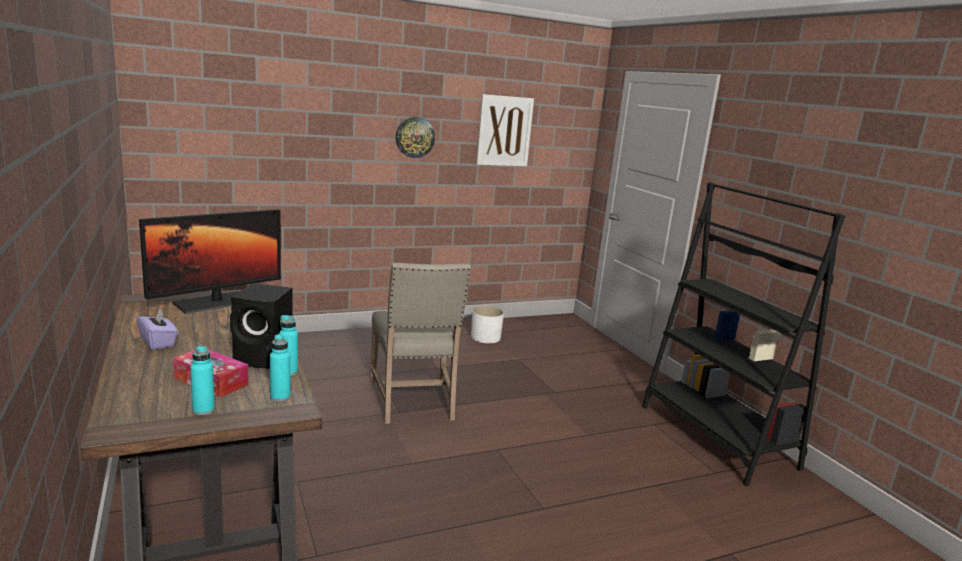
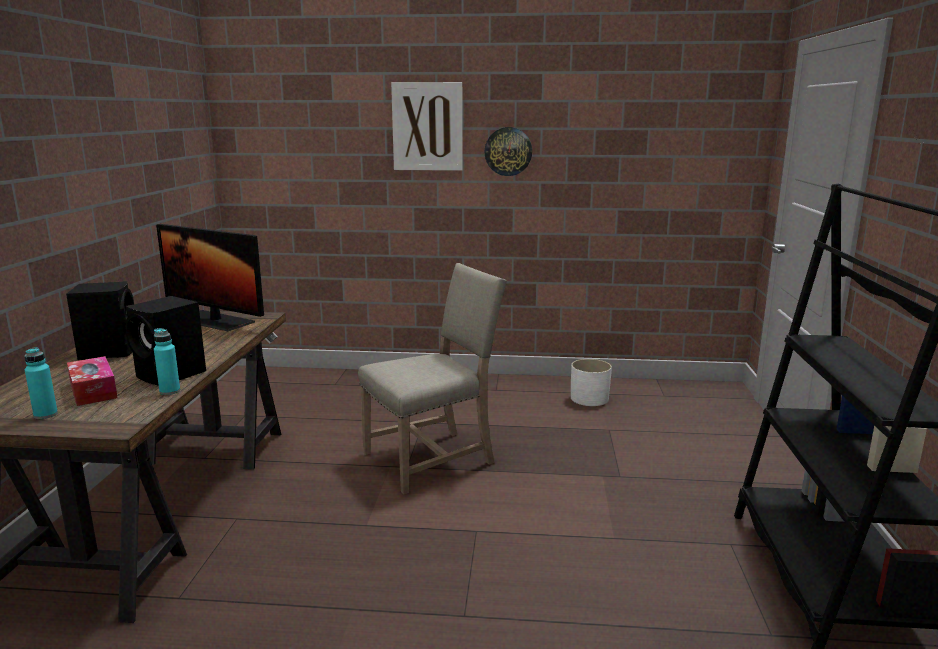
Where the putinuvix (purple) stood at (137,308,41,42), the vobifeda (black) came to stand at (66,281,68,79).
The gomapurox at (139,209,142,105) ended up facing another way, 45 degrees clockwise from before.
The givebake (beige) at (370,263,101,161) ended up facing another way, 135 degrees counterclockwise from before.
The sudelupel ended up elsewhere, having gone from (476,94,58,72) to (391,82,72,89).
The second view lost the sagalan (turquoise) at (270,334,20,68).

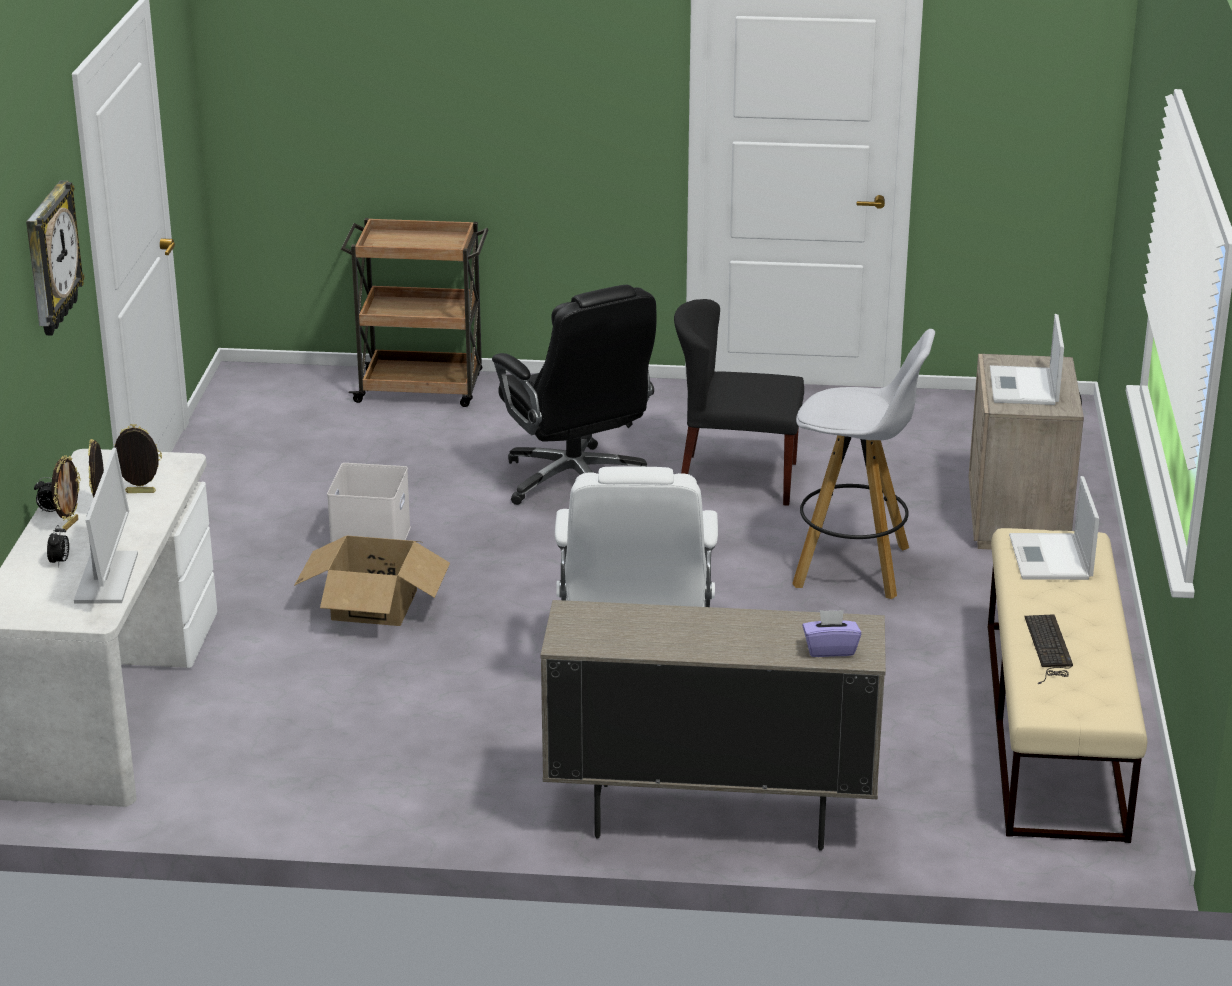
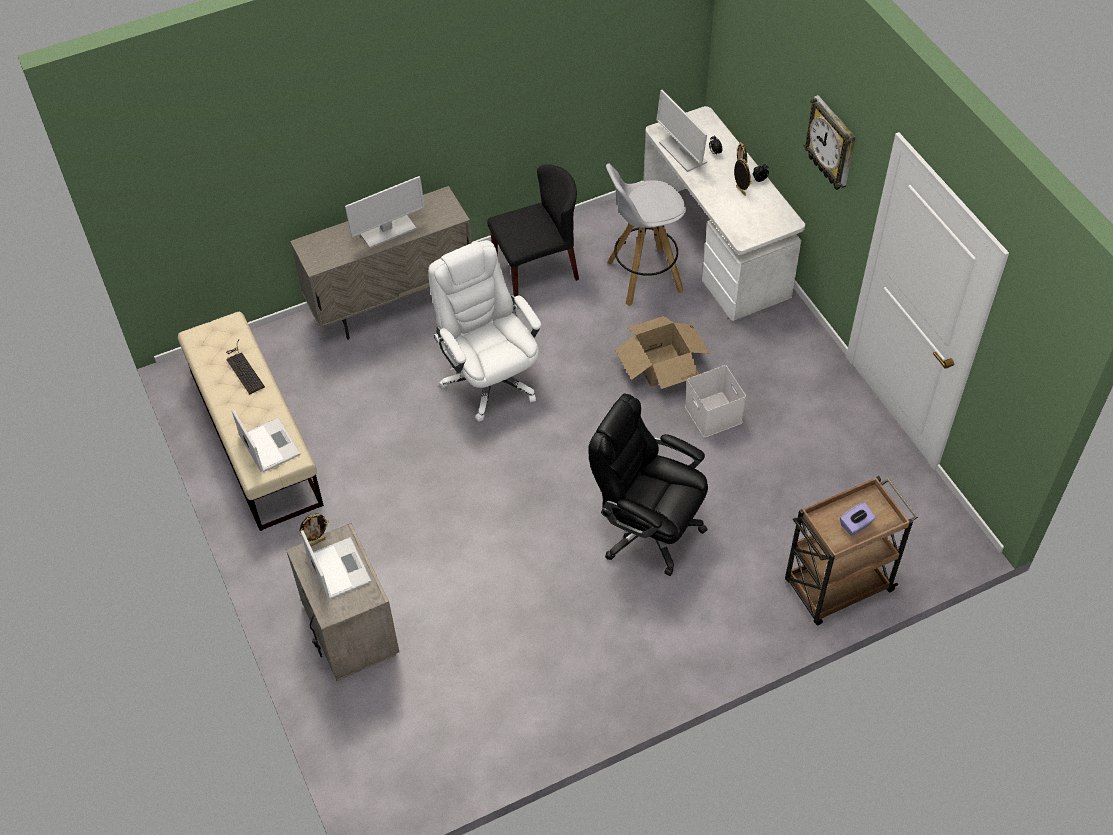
The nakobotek ended up elsewhere, having gone from (114,424,48,69) to (299,514,30,32).
The second view gained the gomapurox at (345,176,80,72).
The givebake (black) ended up elsewhere, having gone from (674,299,130,207) to (487,164,92,133).
The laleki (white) ended up elsewhere, having gone from (792,329,143,270) to (606,163,80,143).
The putinuvix (purple) ended up elsewhere, having gone from (802,610,59,47) to (840,502,36,34).

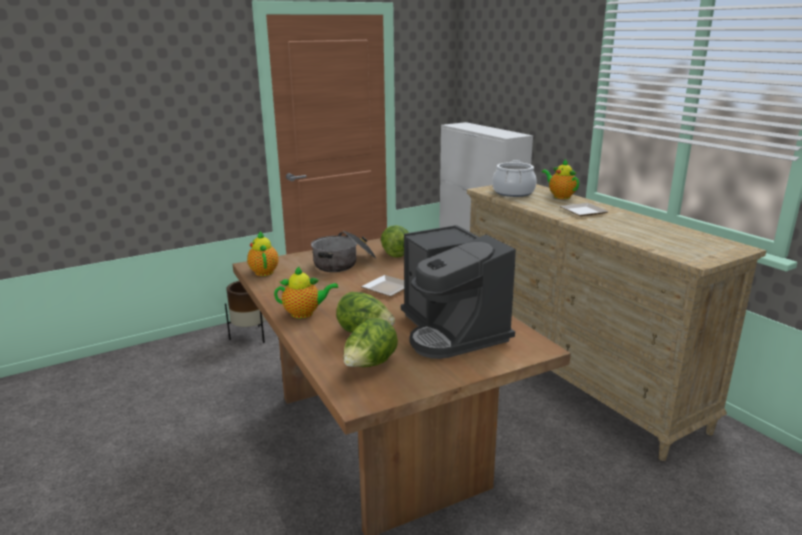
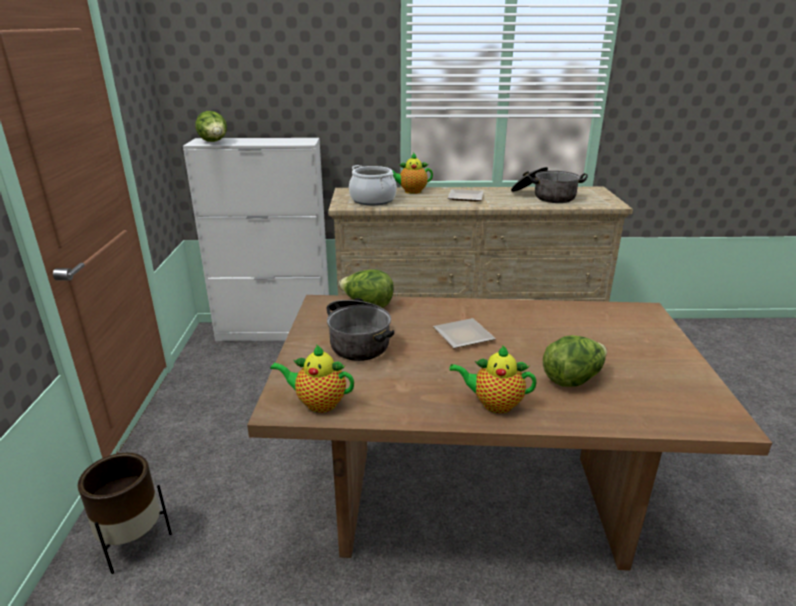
The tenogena ended up elsewhere, having gone from (343,318,55,49) to (195,111,32,31).
The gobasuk at (274,266,64,52) ended up facing another way, 105 degrees counterclockwise from before.
The second view gained the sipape at (511,167,77,36).
The second view lost the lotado at (401,225,115,134).

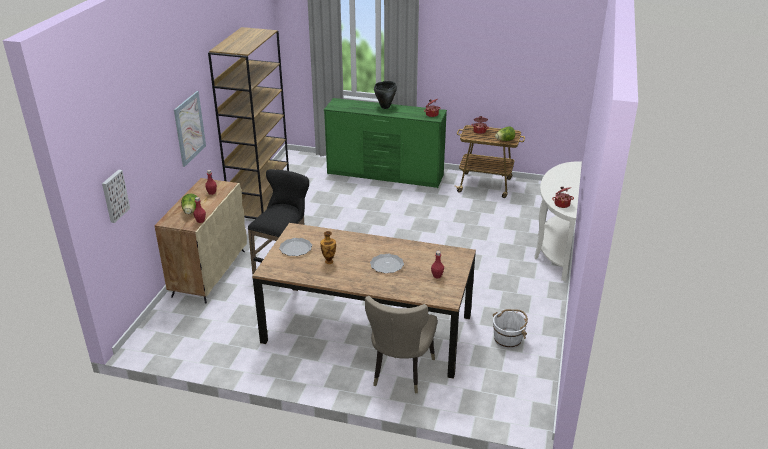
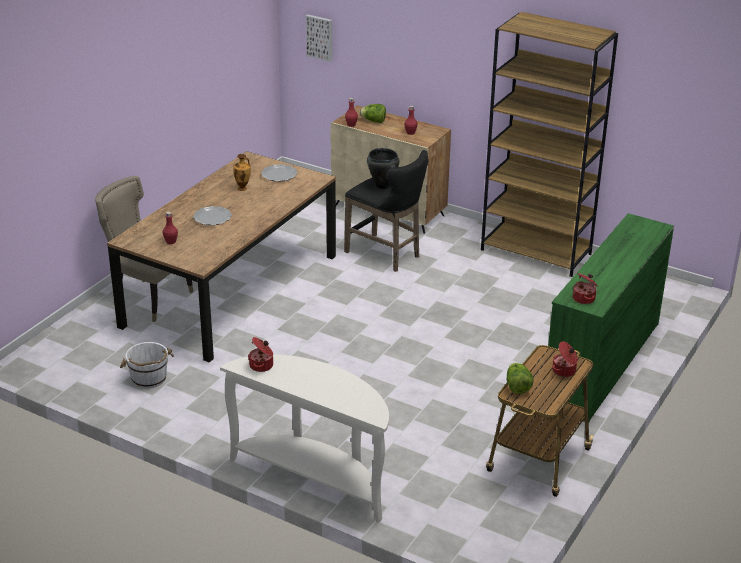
The sipape (black) ended up elsewhere, having gone from (374,81,23,28) to (367,148,33,41).
The second view lost the sudelupel at (174,91,32,76).

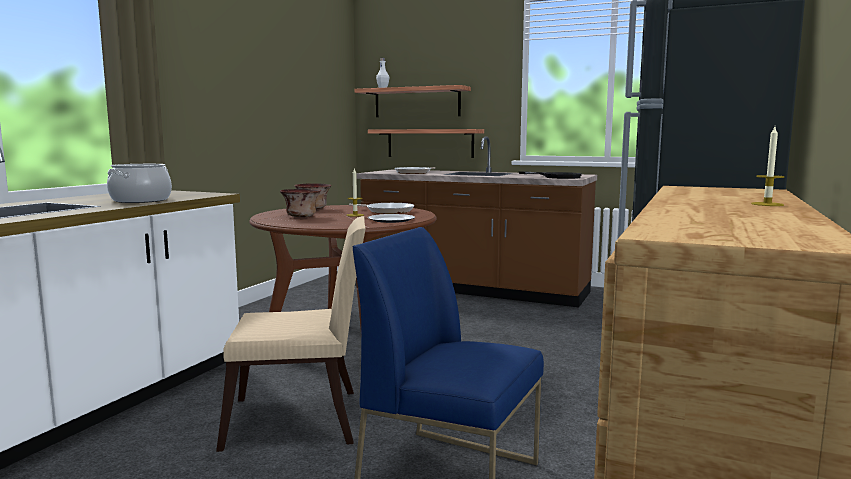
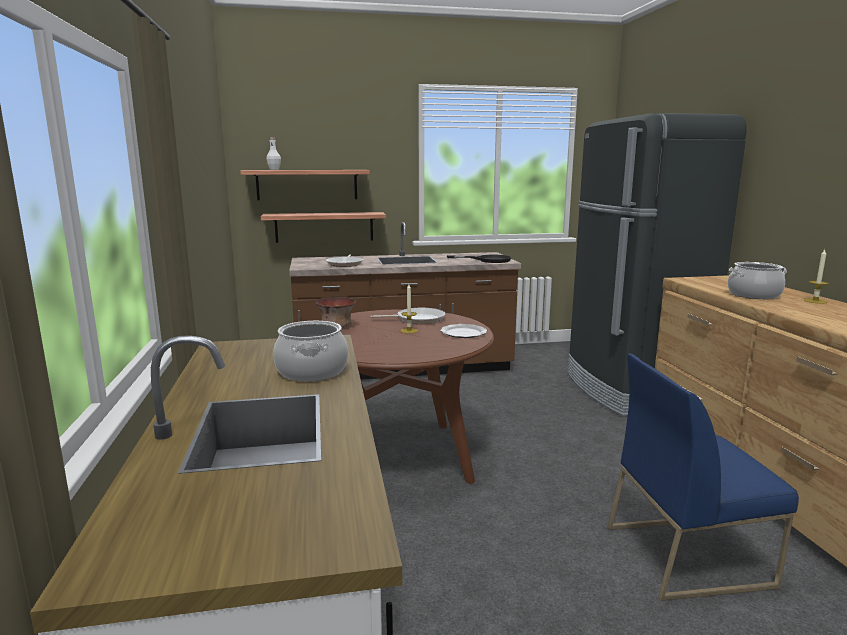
The second view gained the sipape at (728,262,59,37).
The second view lost the givebake (beige) at (216,216,150,236).
The second view lost the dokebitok at (280,189,41,28).

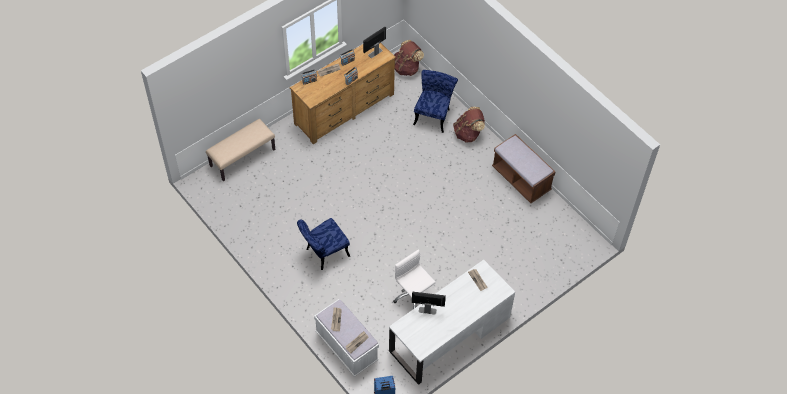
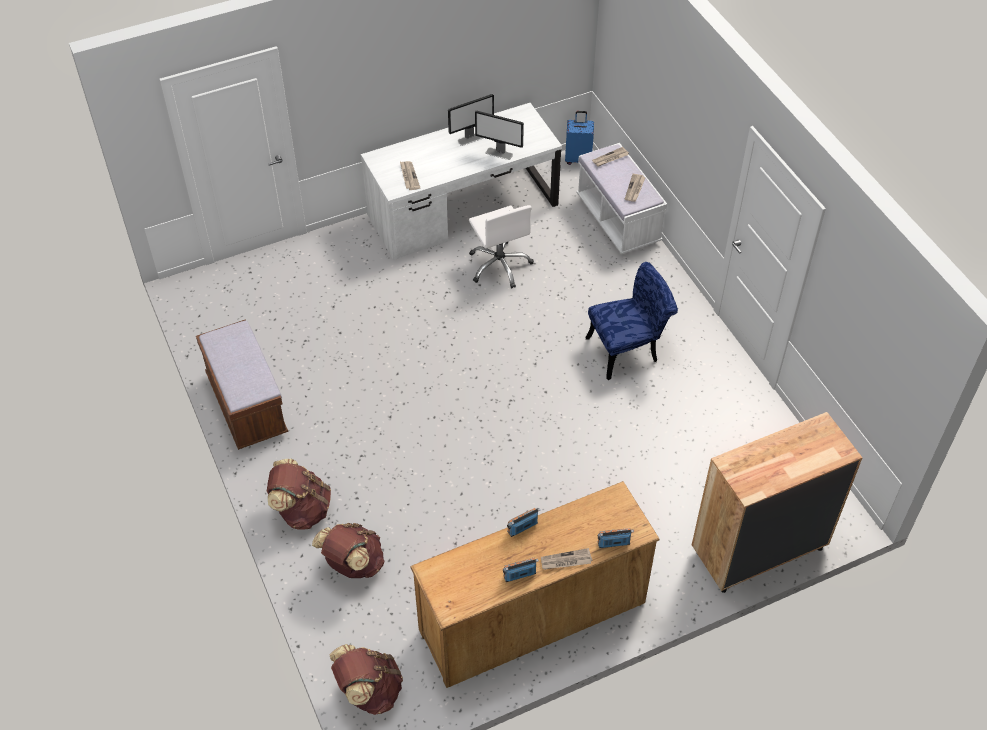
Where the givebake (blue) stood at (413,70,45,63), the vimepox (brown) came to stand at (312,523,73,55).
The gomapurox ended up elsewhere, having gone from (363,26,23,32) to (448,94,46,52).
Where the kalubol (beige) stood at (206,119,69,62), the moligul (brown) came to stand at (692,412,171,181).

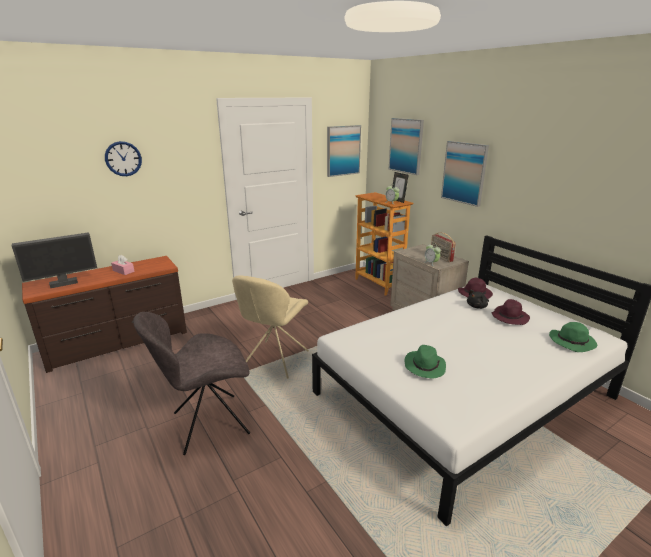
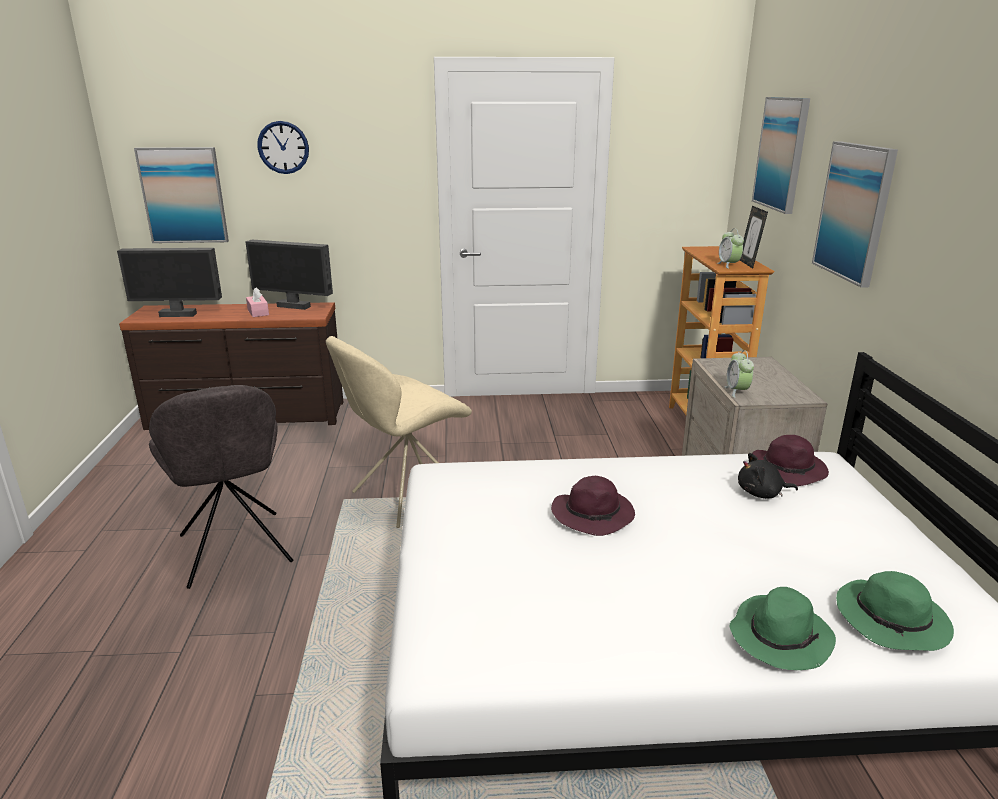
The sudelupel ended up elsewhere, having gone from (327,125,34,52) to (134,147,95,96).
The givebake (grey) at (133,312,117,143) ended up facing another way, 120 degrees counterclockwise from before.
The second view gained the gomapurox at (245,240,88,70).
The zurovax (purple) ended up elsewhere, having gone from (491,299,39,26) to (551,476,84,60).
The zurovax (green) ended up elsewhere, having gone from (405,345,41,33) to (730,587,106,83).
The second view lost the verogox at (431,233,25,29).

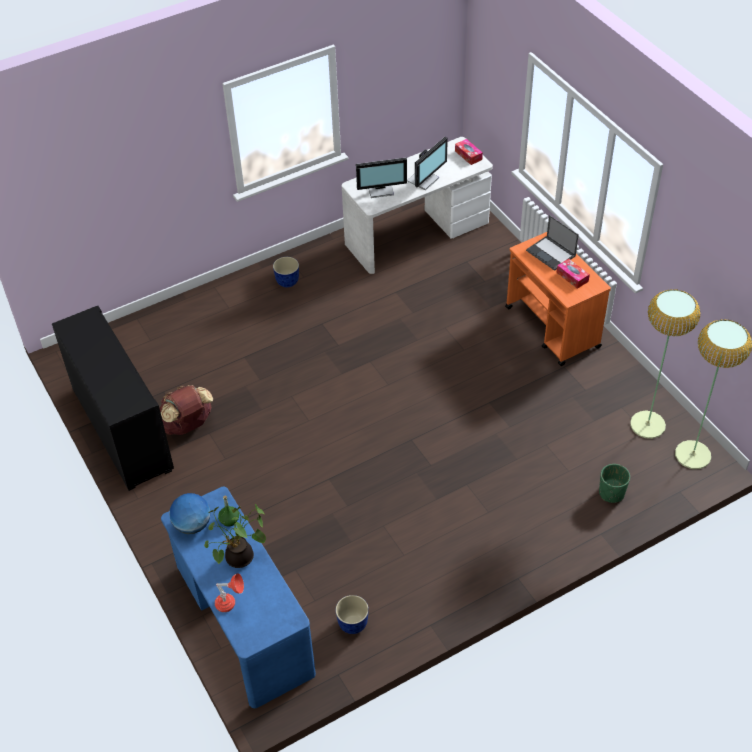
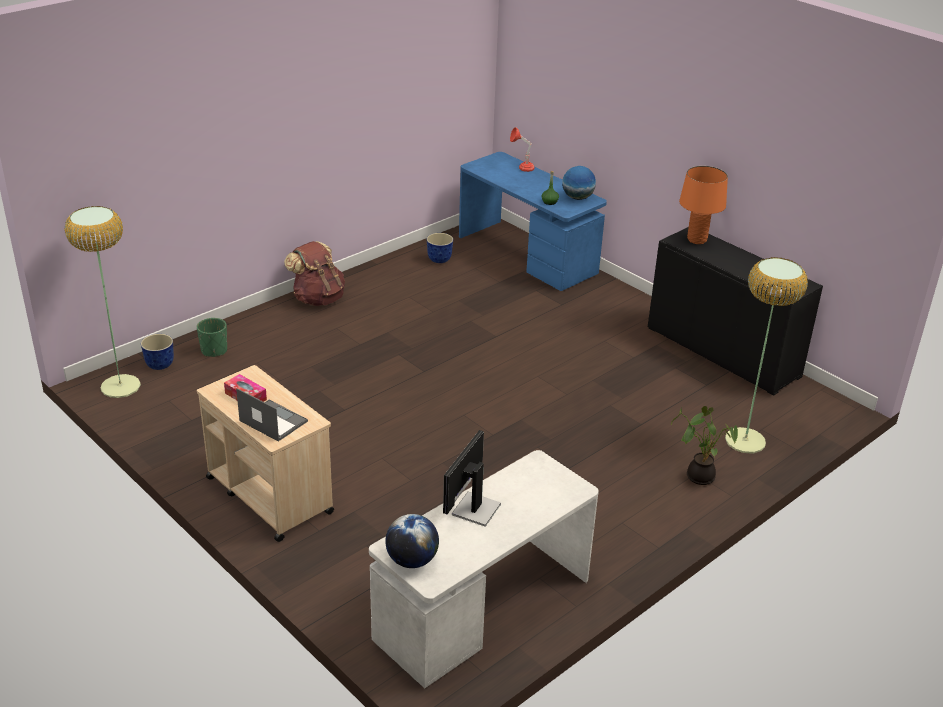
The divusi ended up elsewhere, having gone from (273,257,26,30) to (141,334,33,36).
What was the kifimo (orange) at (505,232,106,134) turned into the kifimo (beige) at (197,365,137,177).
The vimepox (brown) ended up elsewhere, having gone from (160,385,53,50) to (284,241,61,65).
Where the putinuvix stood at (455,139,28,26), the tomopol came to stand at (385,514,54,54).
The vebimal ended up elsewhere, having gone from (204,504,62,64) to (671,406,67,79).
The second view gained the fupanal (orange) at (679,166,49,78).
The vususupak ended up elsewhere, having gone from (630,289,70,150) to (725,257,83,197).
The second view lost the gomapurox at (356,158,51,40).

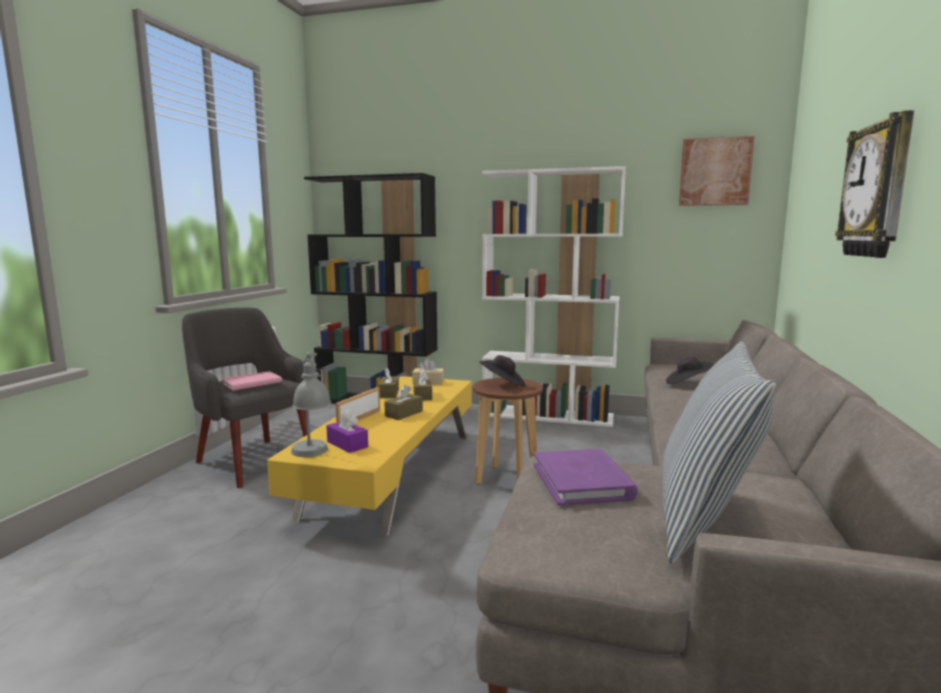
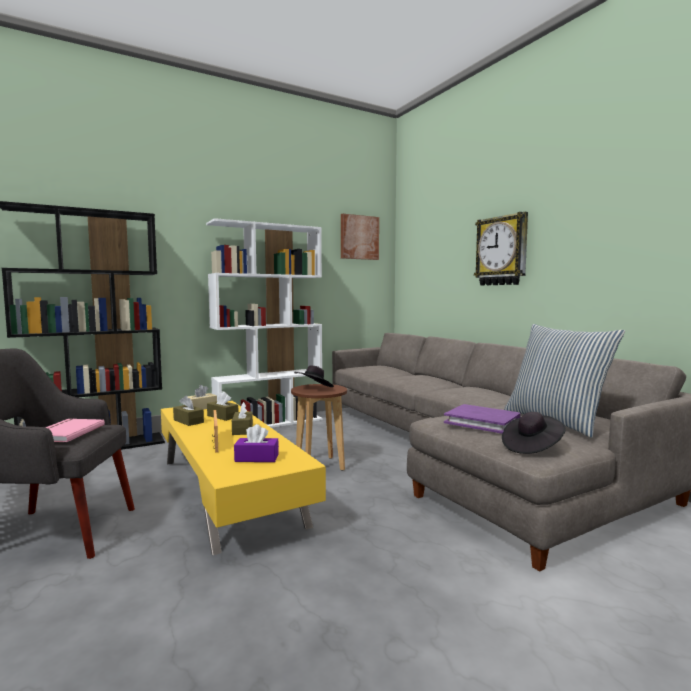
The zurovax (black) ended up elsewhere, having gone from (666,357,48,27) to (502,412,64,42).
The second view lost the fupanal (grey) at (291,352,40,105).

